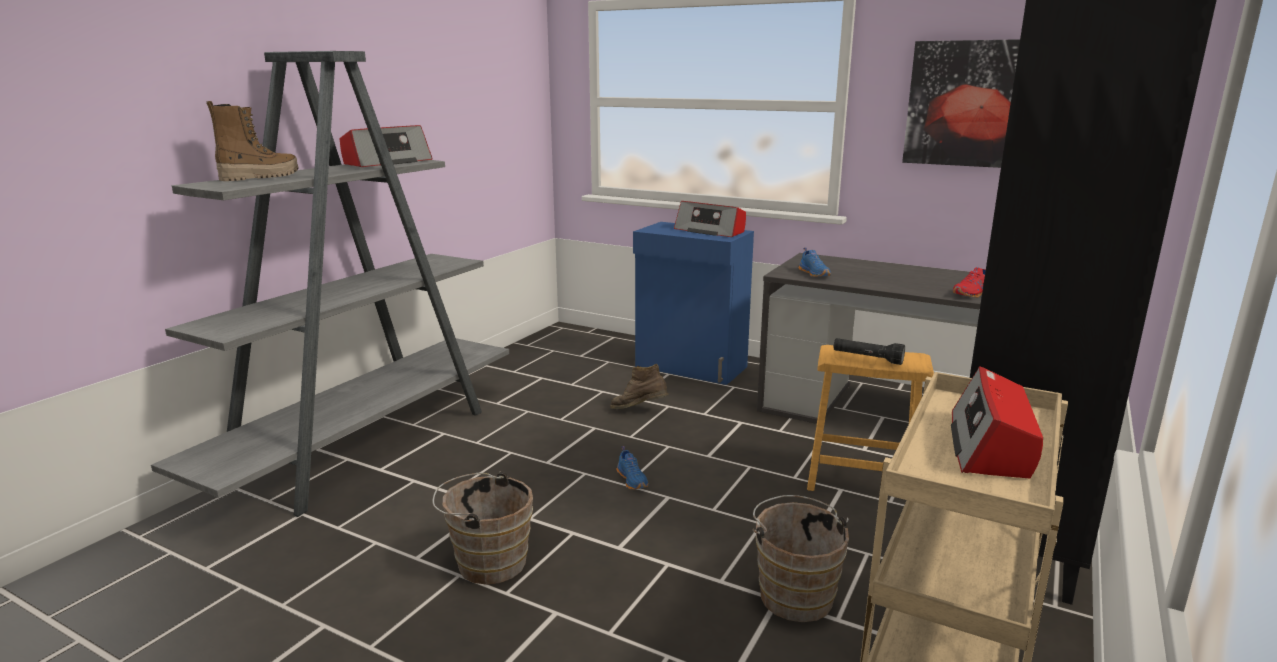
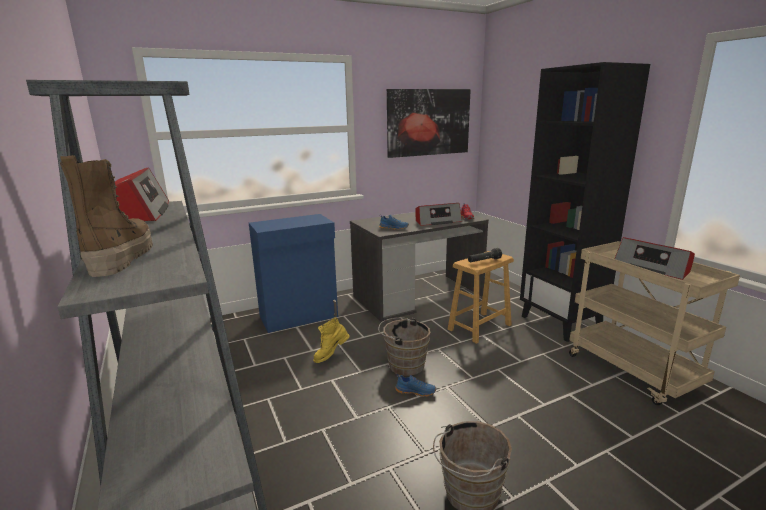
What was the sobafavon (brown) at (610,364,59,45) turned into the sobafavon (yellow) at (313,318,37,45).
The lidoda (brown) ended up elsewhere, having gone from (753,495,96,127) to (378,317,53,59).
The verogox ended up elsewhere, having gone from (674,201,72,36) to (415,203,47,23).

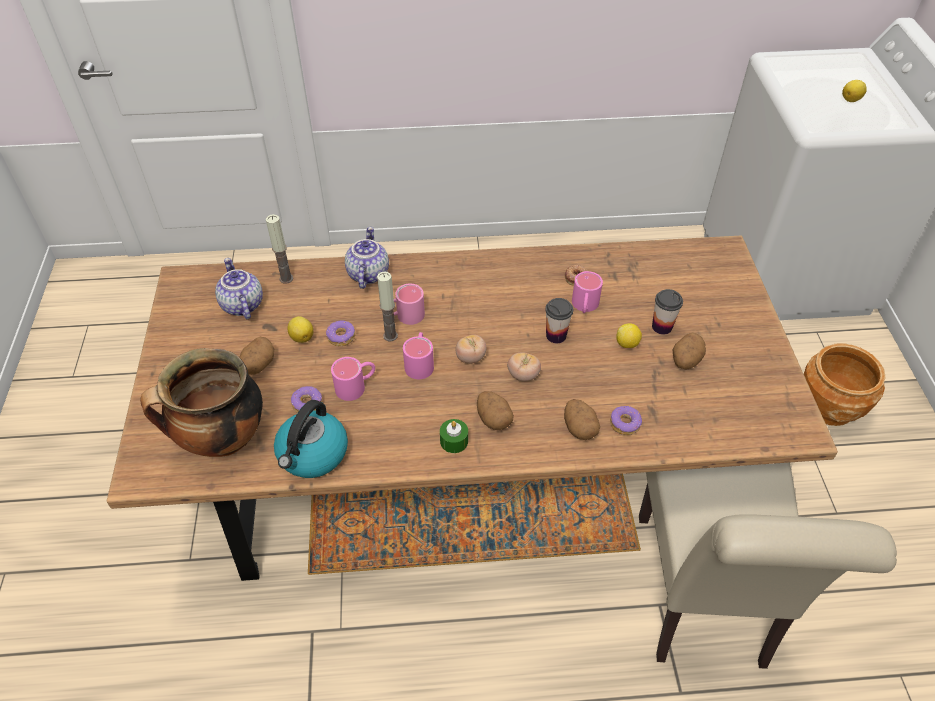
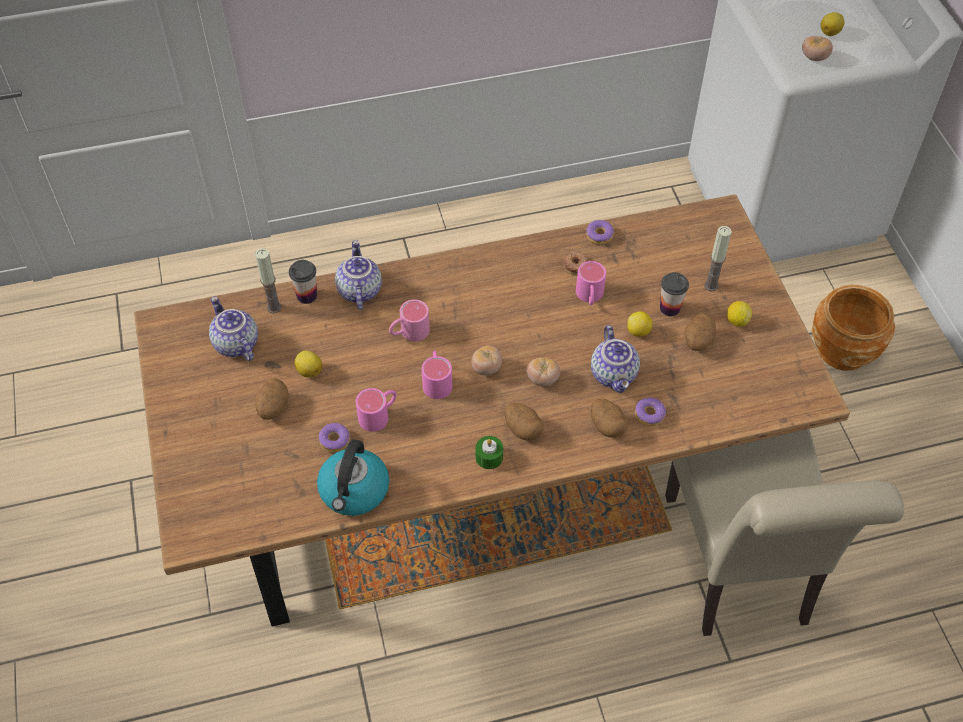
The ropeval ended up elsewhere, having gone from (545,298,28,45) to (289,260,28,44).
The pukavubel ended up elsewhere, having gone from (326,320,29,26) to (586,220,28,25).
The second view gained the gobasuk at (591,325,49,68).
The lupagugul ended up elsewhere, having gone from (377,271,21,70) to (704,226,28,65).
The second view gained the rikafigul at (727,301,25,26).
The second view gained the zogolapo at (802,36,31,25).
The second view lost the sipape at (140,348,123,109).

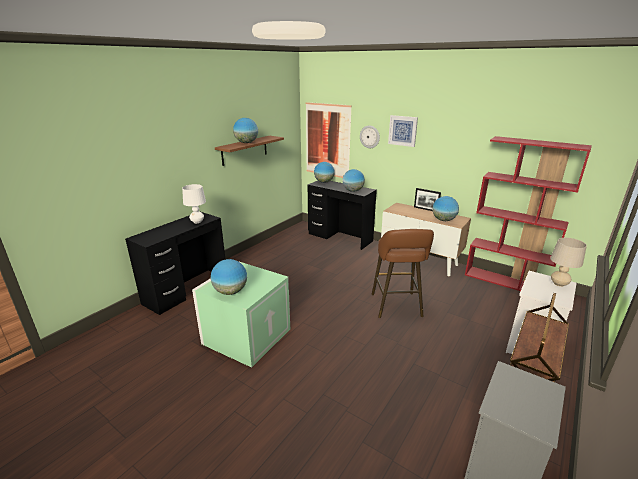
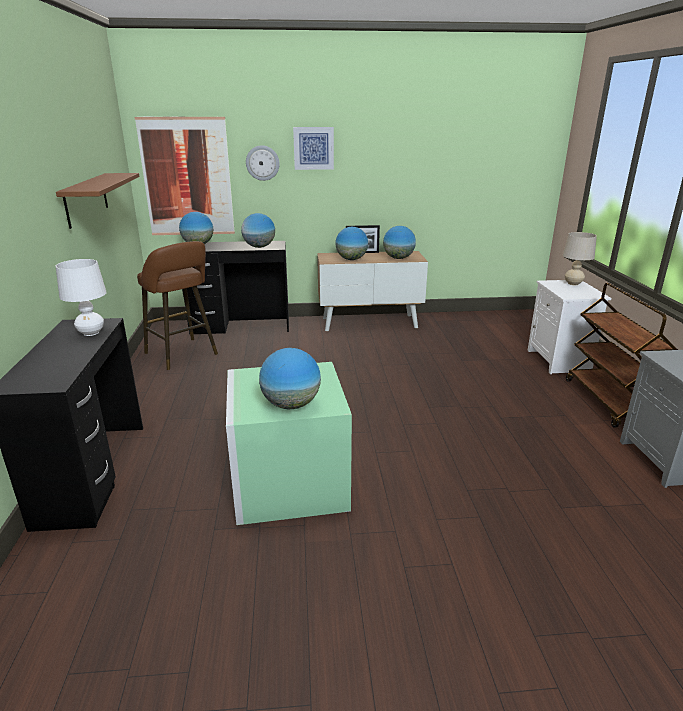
The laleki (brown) ended up elsewhere, having gone from (372,229,62,89) to (137,241,81,129).
The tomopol ended up elsewhere, having gone from (233,118,25,25) to (335,227,33,33).
The second view lost the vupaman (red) at (465,136,127,155).

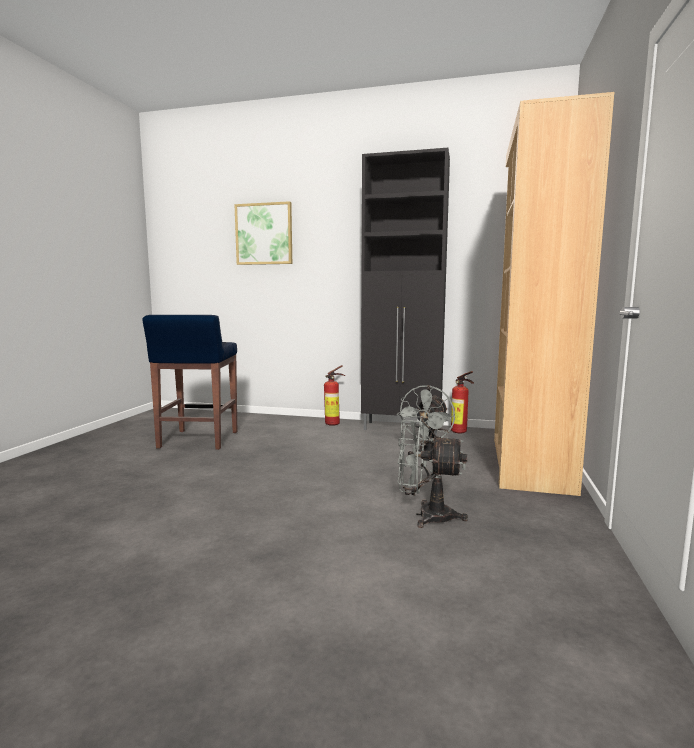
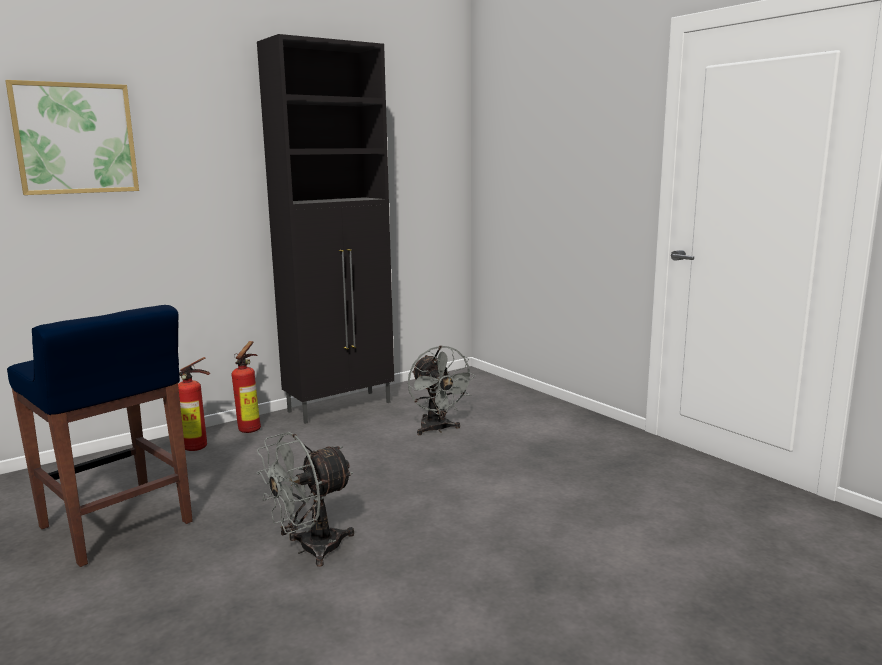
The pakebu ended up elsewhere, having gone from (451,371,23,62) to (178,357,32,94).
The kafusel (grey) ended up elsewhere, having gone from (397,416,71,112) to (257,432,97,135).
The second view lost the vupaman (brown) at (494,92,120,404).

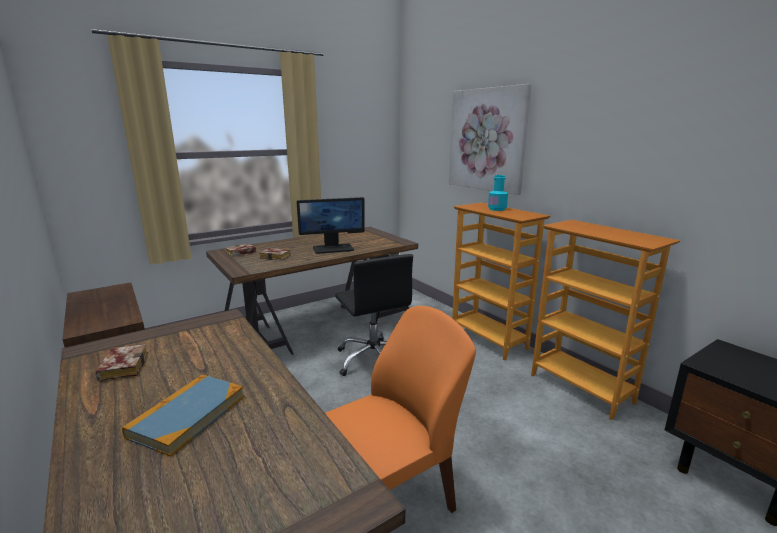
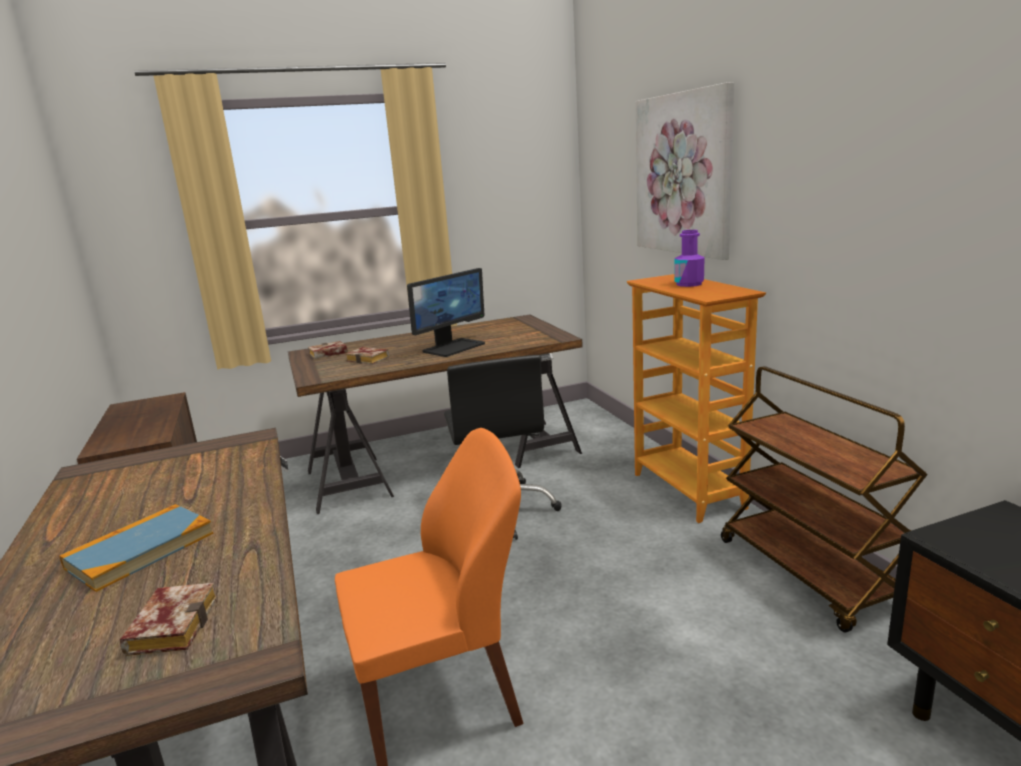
The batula ended up elsewhere, having gone from (96,344,52,37) to (120,583,98,73).
The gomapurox at (297,197,68,57) ended up facing another way, 45 degrees counterclockwise from before.
What was the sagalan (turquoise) at (488,175,20,36) turned into the sagalan (purple) at (674,230,30,57).
Where the vupaman stood at (531,220,150,200), the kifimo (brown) came to stand at (721,366,207,267).

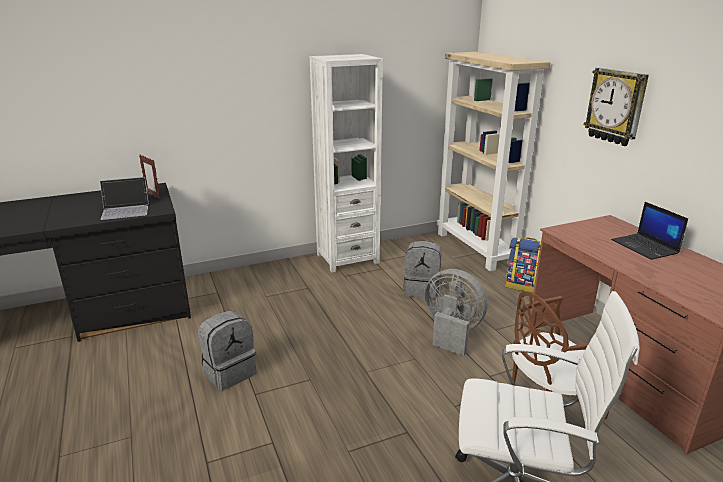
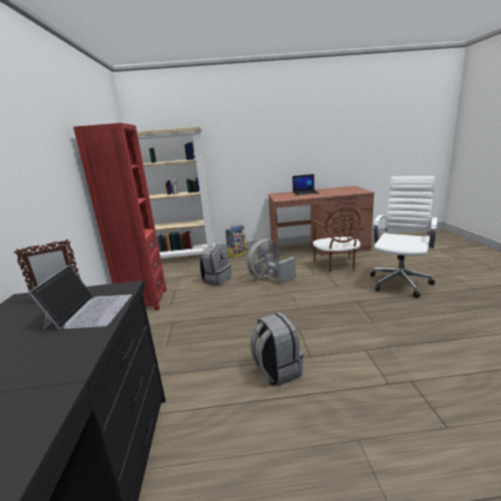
What was the vupaman (white) at (310,54,73,218) turned into the vupaman (red) at (73,123,93,188).
The second view lost the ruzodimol at (584,68,65,78).

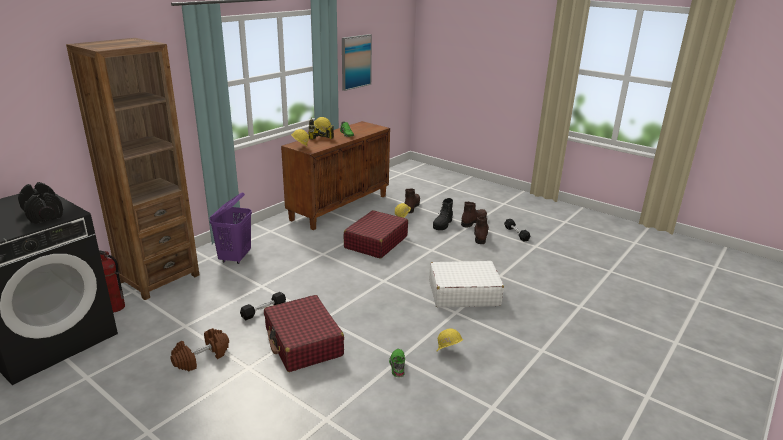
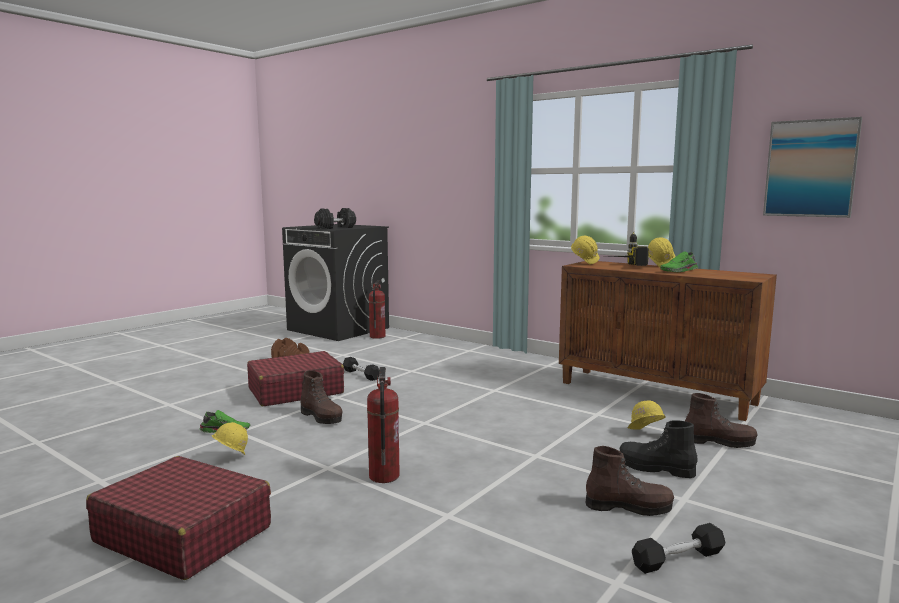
The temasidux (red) ended up elsewhere, having gone from (344,210,64,48) to (86,456,185,124).
The sobafavon (brown) ended up elsewhere, having gone from (461,202,26,26) to (300,371,42,53).
Where the temasidux (white) stood at (429,261,75,47), the pakebu came to stand at (367,367,33,116).
The second view lost the vupaman (brown) at (66,38,133,262).
The second view lost the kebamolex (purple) at (209,193,43,71).

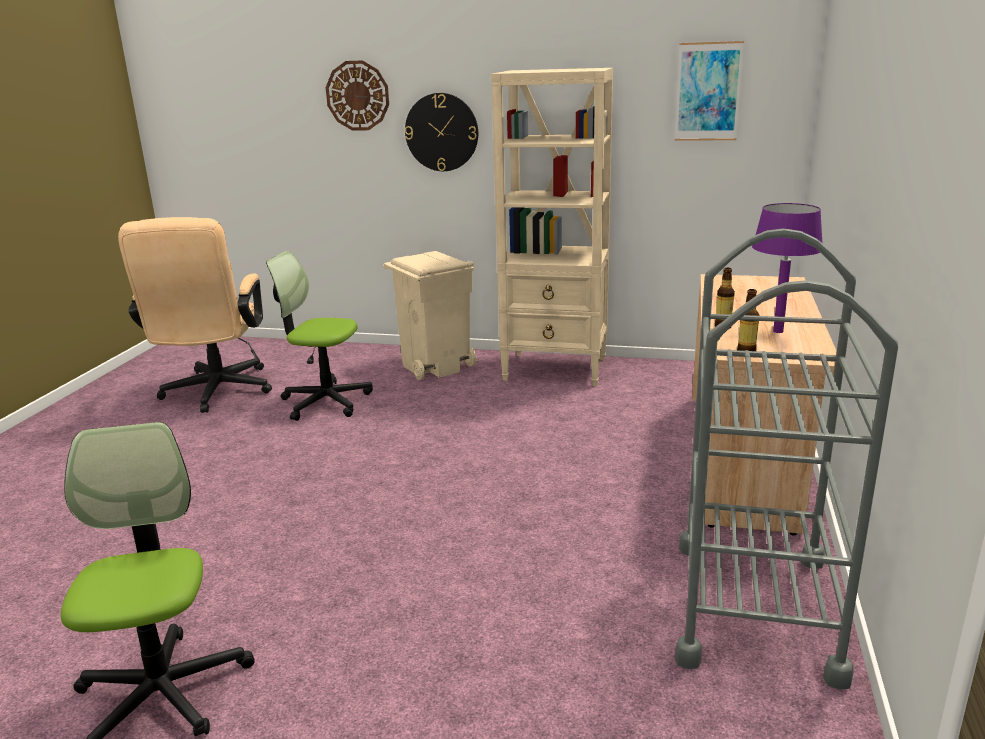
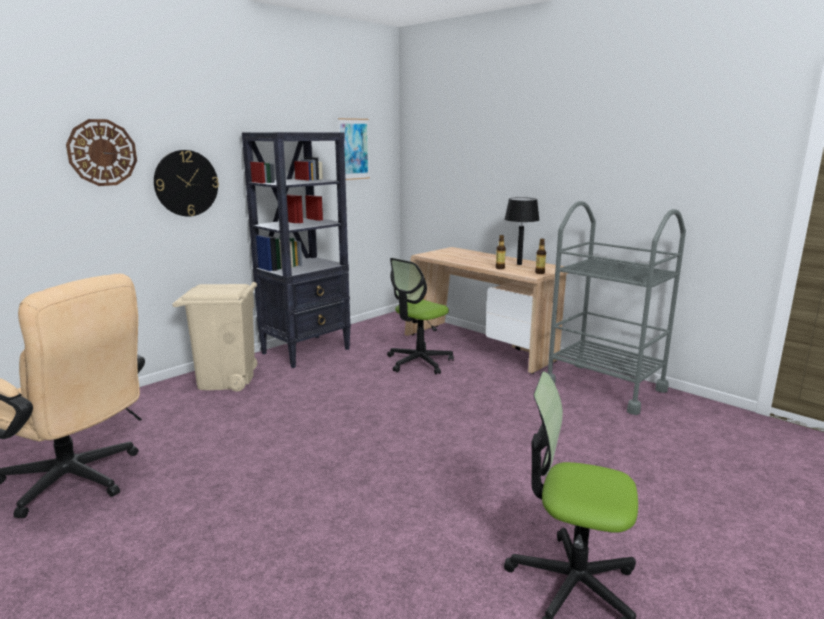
What was the vupaman (beige) at (491,68,122,318) turned into the vupaman (black) at (242,132,109,236).
The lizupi ended up elsewhere, having gone from (266,251,107,170) to (387,258,67,116).
What was the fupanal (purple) at (752,203,71,130) turned into the fupanal (black) at (504,197,36,68).

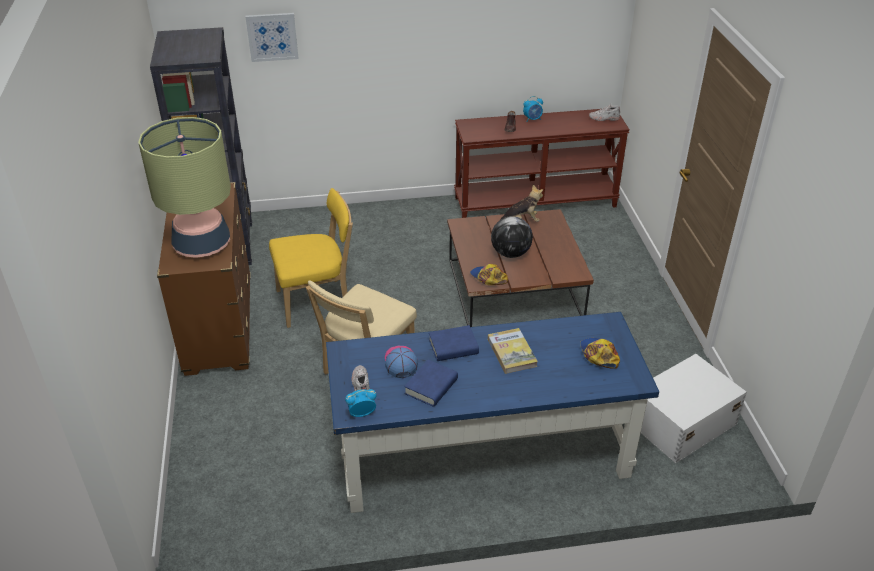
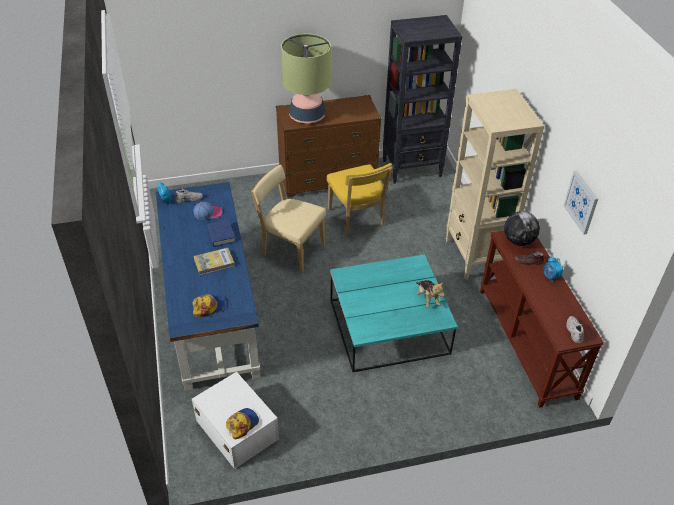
The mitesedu ended up elsewhere, having gone from (470,264,38,21) to (226,408,33,31).
What was the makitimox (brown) at (447,209,147,118) turned into the makitimox (turquoise) at (330,254,128,118).
The second view gained the vupaman (beige) at (446,89,98,191).
The tomopol ended up elsewhere, having gone from (491,216,42,42) to (504,211,36,35).
The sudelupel ended up elsewhere, having gone from (245,13,54,49) to (563,170,35,65).
The second view lost the batula (blue) at (404,360,54,47).

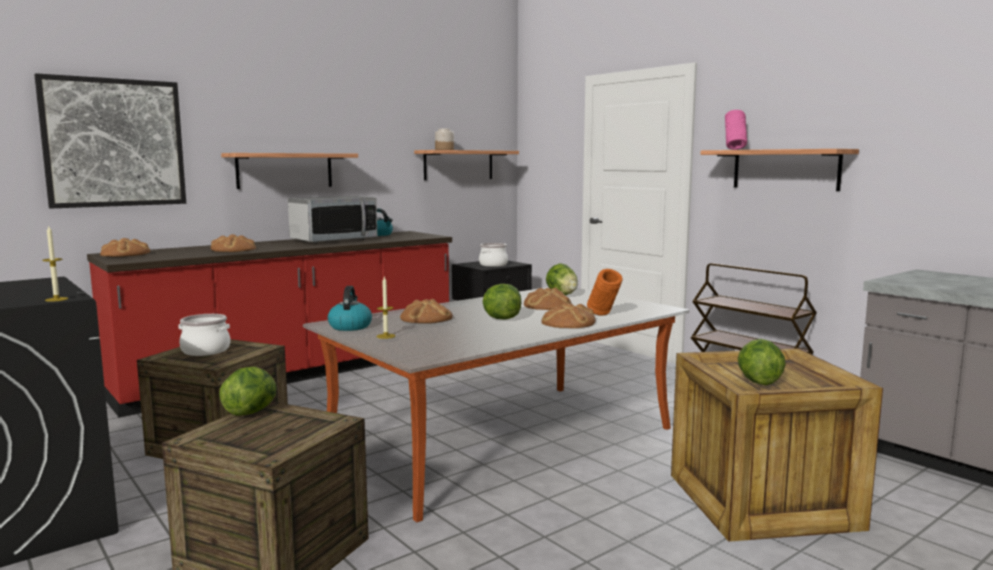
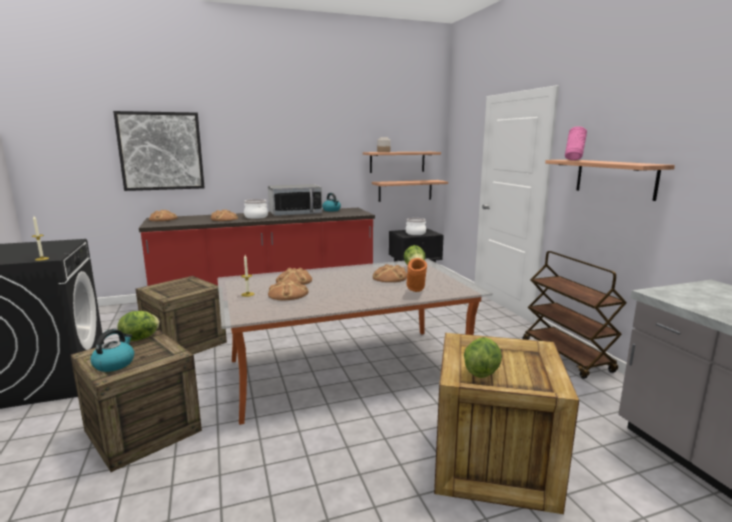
The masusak ended up elsewhere, having gone from (328,286,44,45) to (90,329,44,43).
The sipape ended up elsewhere, having gone from (178,314,52,42) to (244,199,24,20).
The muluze ended up elsewhere, having gone from (542,303,54,25) to (268,279,41,22).
The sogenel ended up elsewhere, having gone from (221,153,137,36) to (372,180,76,22).
The second view lost the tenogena at (483,284,39,36).

